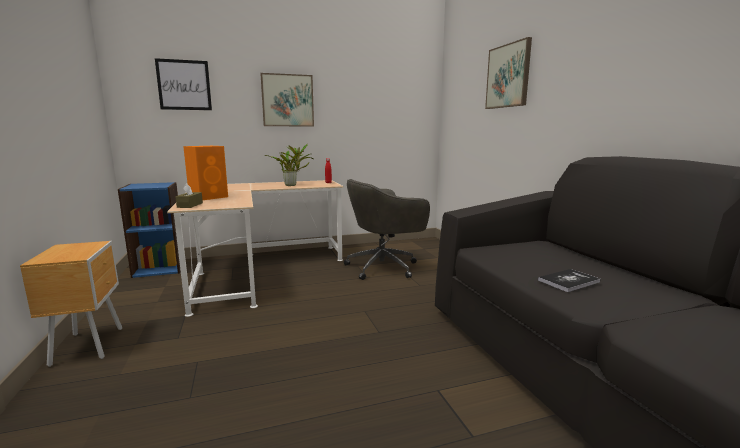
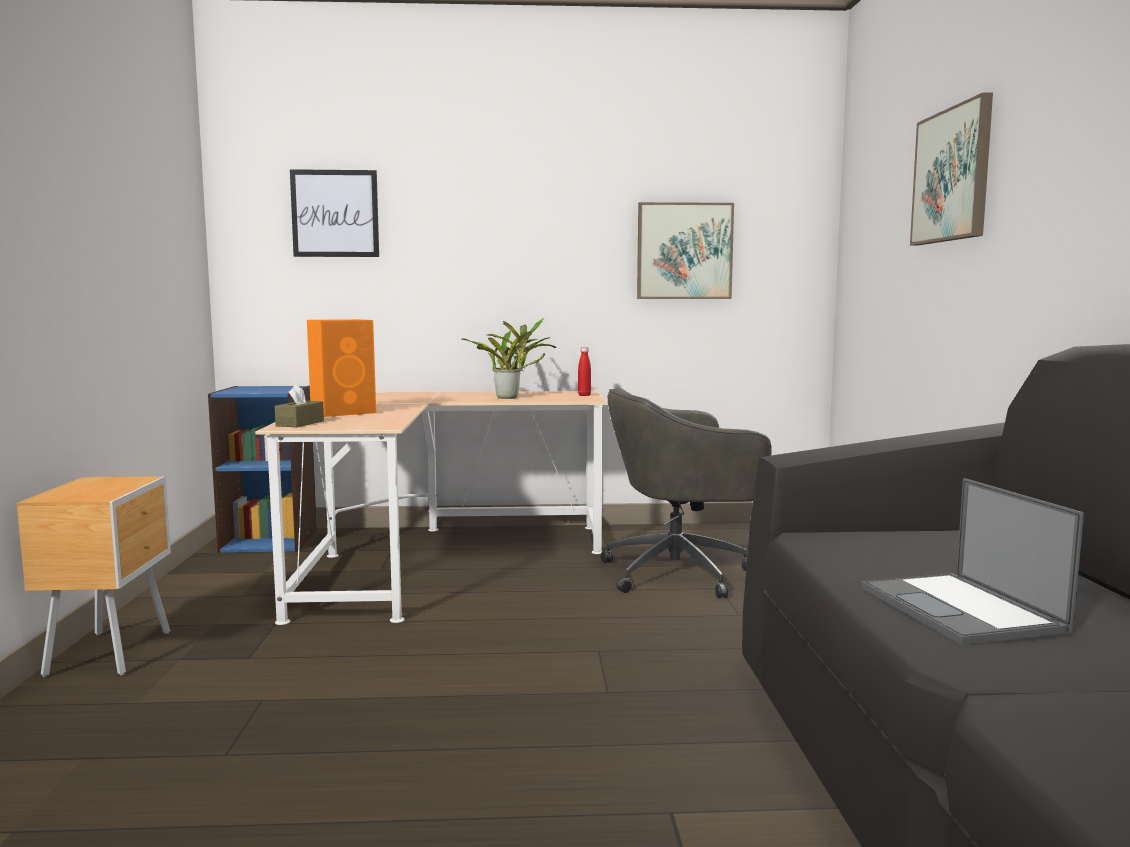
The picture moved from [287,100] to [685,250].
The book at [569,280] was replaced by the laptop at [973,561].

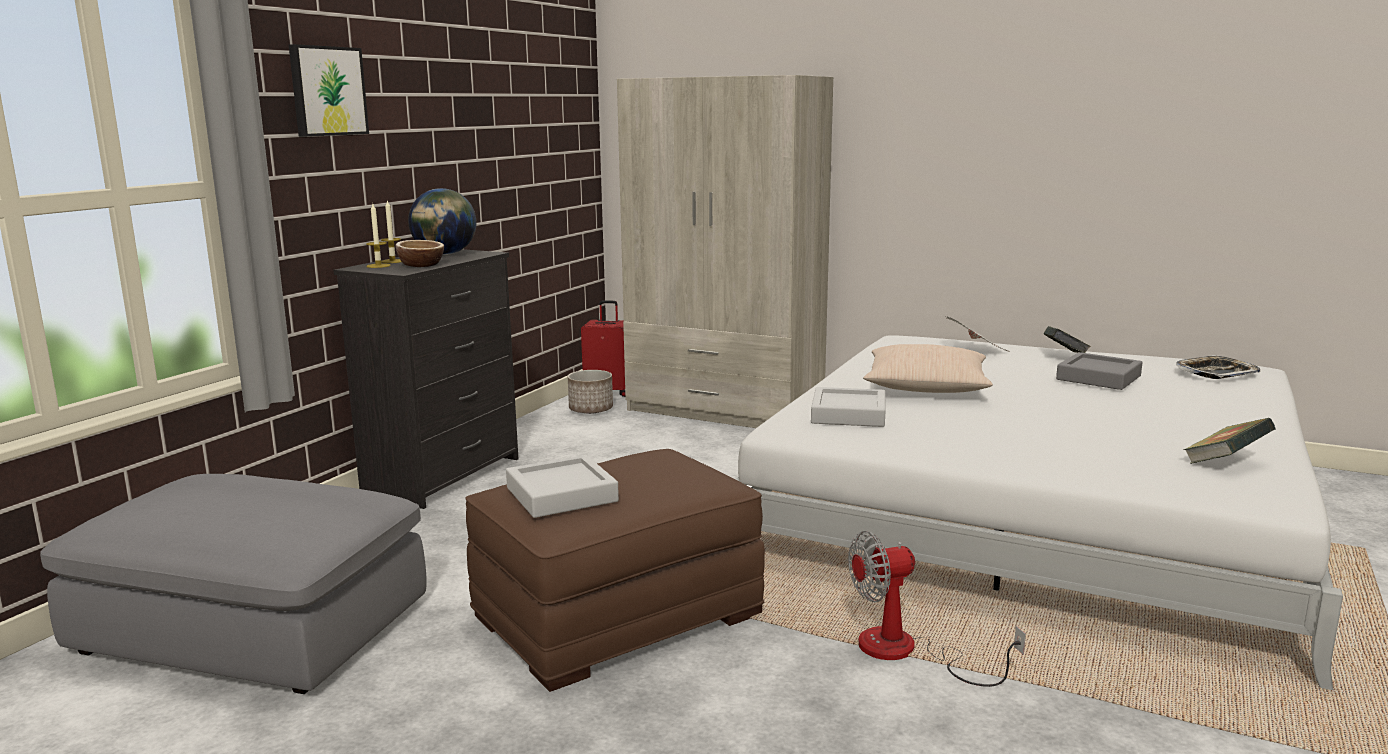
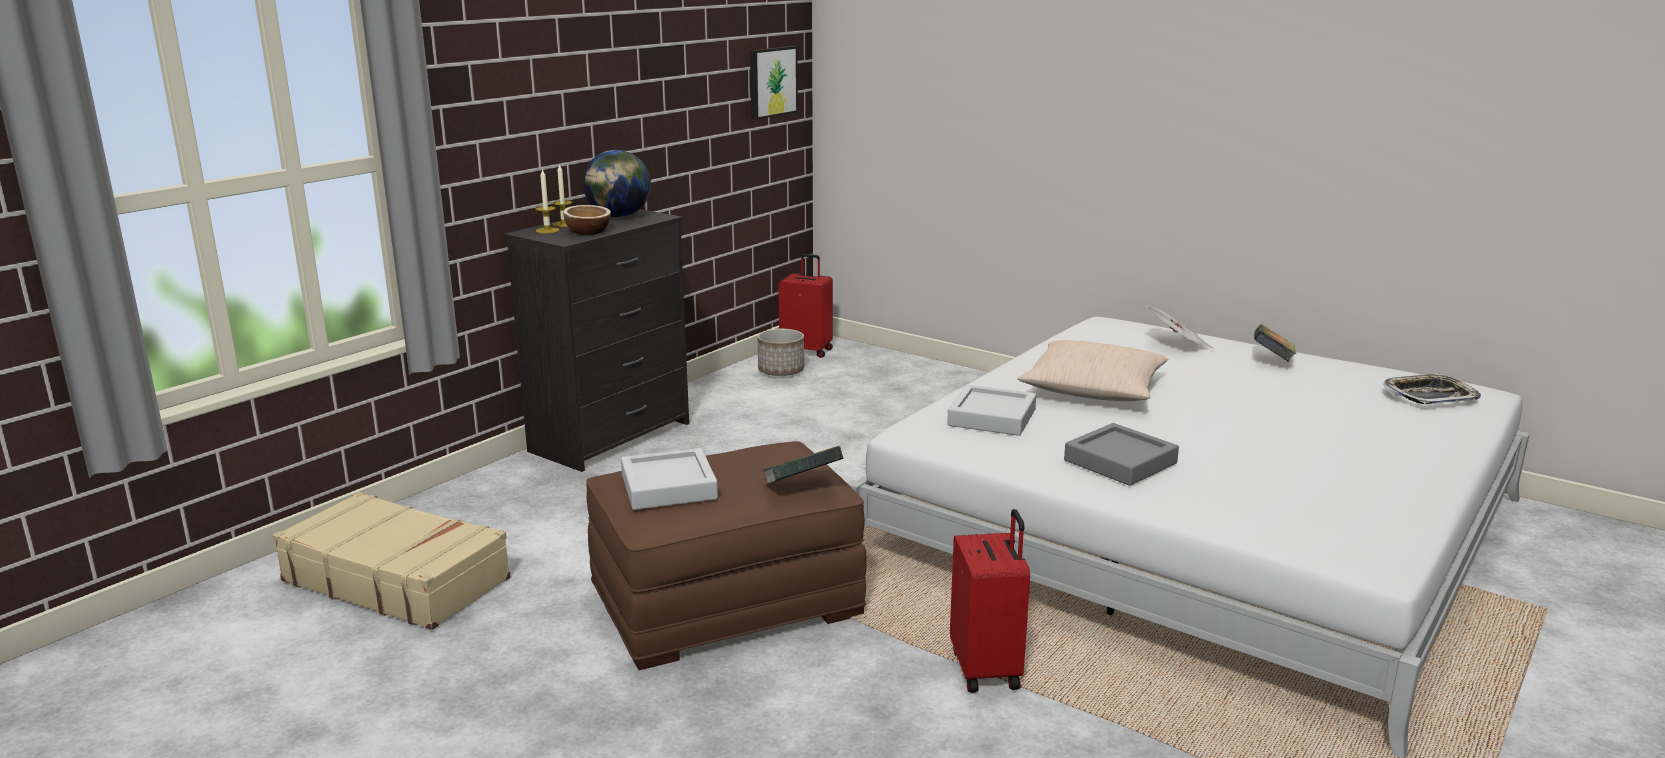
The grey ottoman at [233,584] was replaced by the beige suitcase at [391,561].
The picture moved from [329,90] to [774,82].
The book moved from [1229,441] to [802,465].
The fan at [937,609] was replaced by the red suitcase at [990,601].
The grey tray moved from [1099,371] to [1121,454].
The beige wardrobe at [725,251] disappeared.

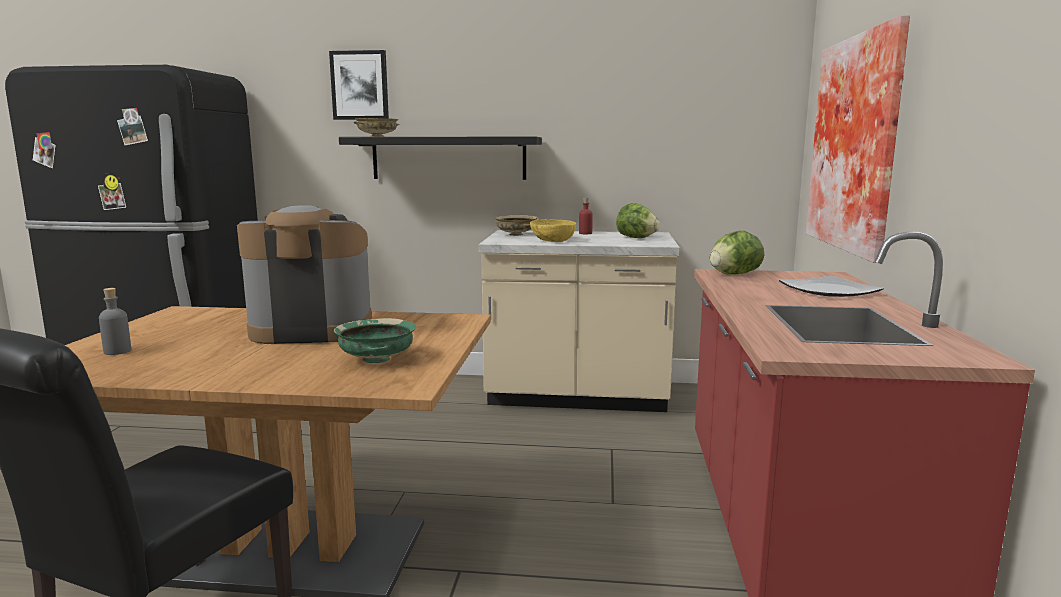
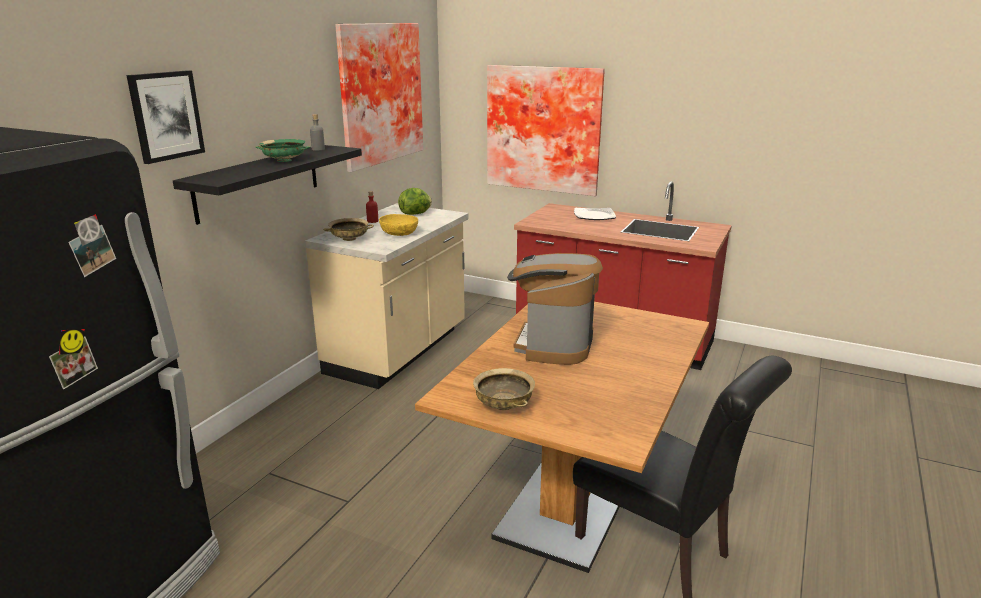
The green bowl moved from [375,340] to [283,150].
The grey bottle moved from [115,321] to [317,132].
The picture at [379,97] appeared.
The beige bowl moved from [377,127] to [504,389].
The lettuce at [737,252] disappeared.

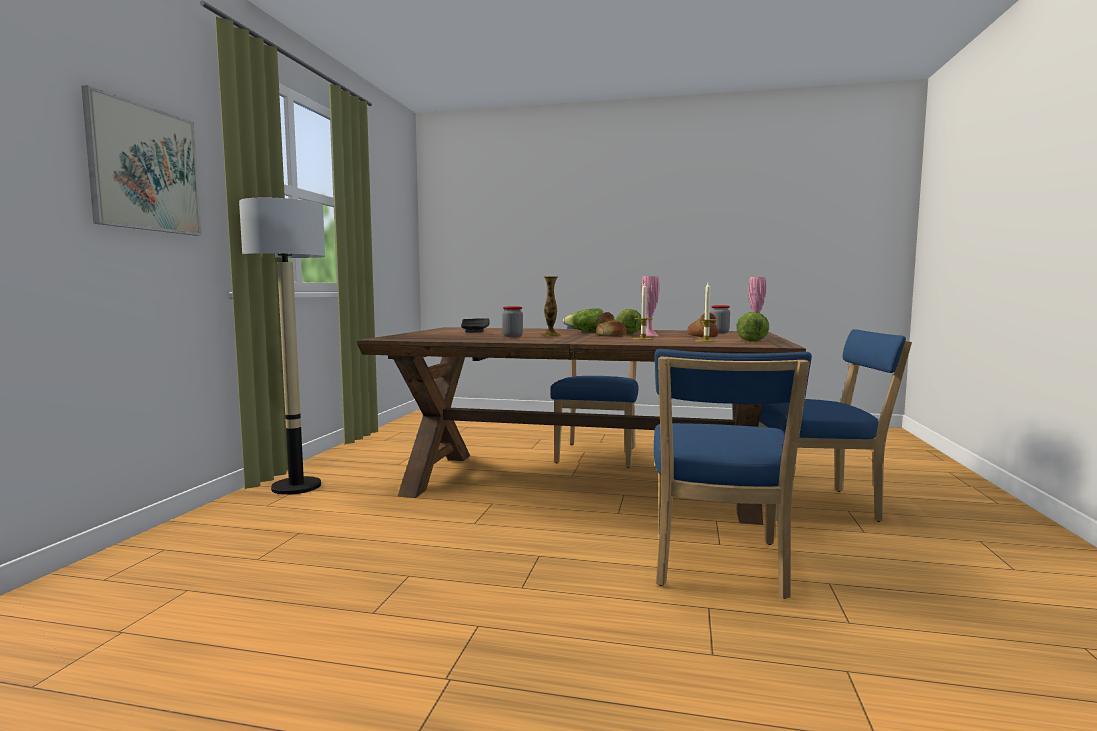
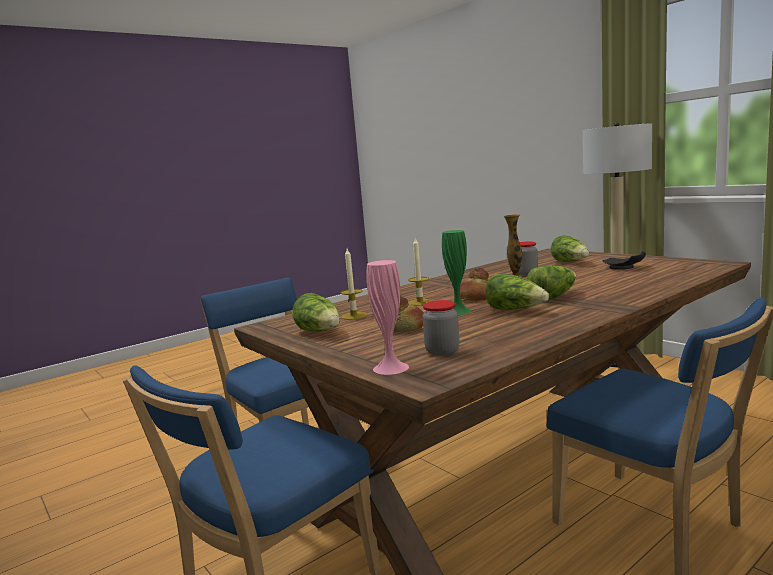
The pink vase at [649,306] became the green vase at [457,272].
The lettuce at [570,248] appeared.
The picture at [141,160] disappeared.

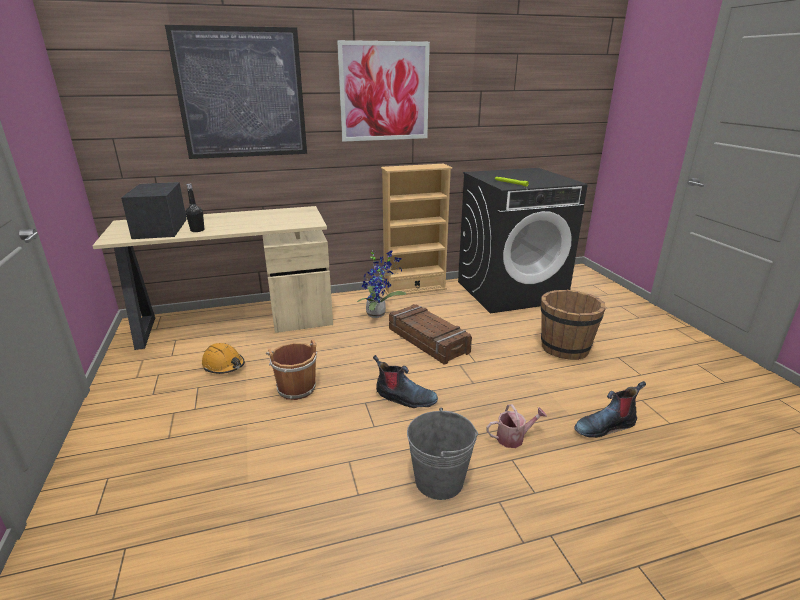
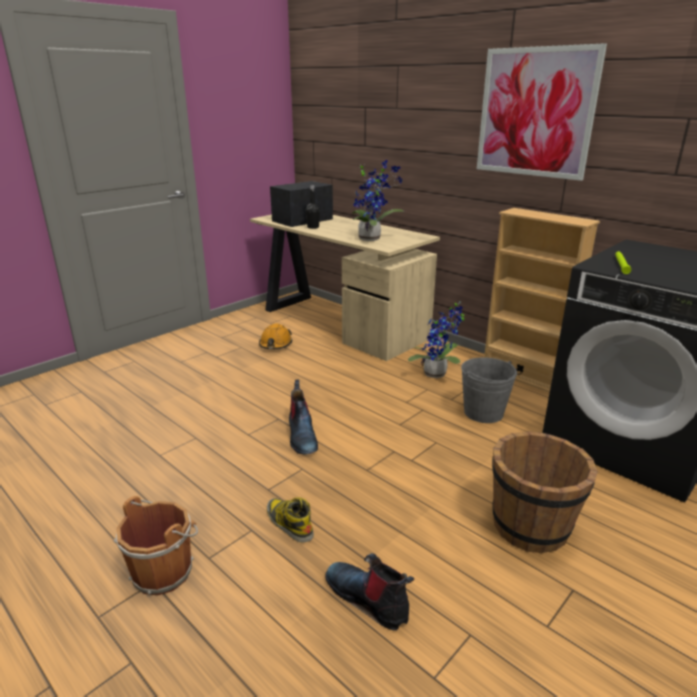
The brown bucket moved from [291,370] to [156,545].
The watering can at [516,426] was replaced by the boot at [290,520].
The potted plant at [378,200] appeared.
The grey bucket moved from [442,454] to [489,390].
The picture at [236,92] disappeared.
The crate at [430,334] disappeared.

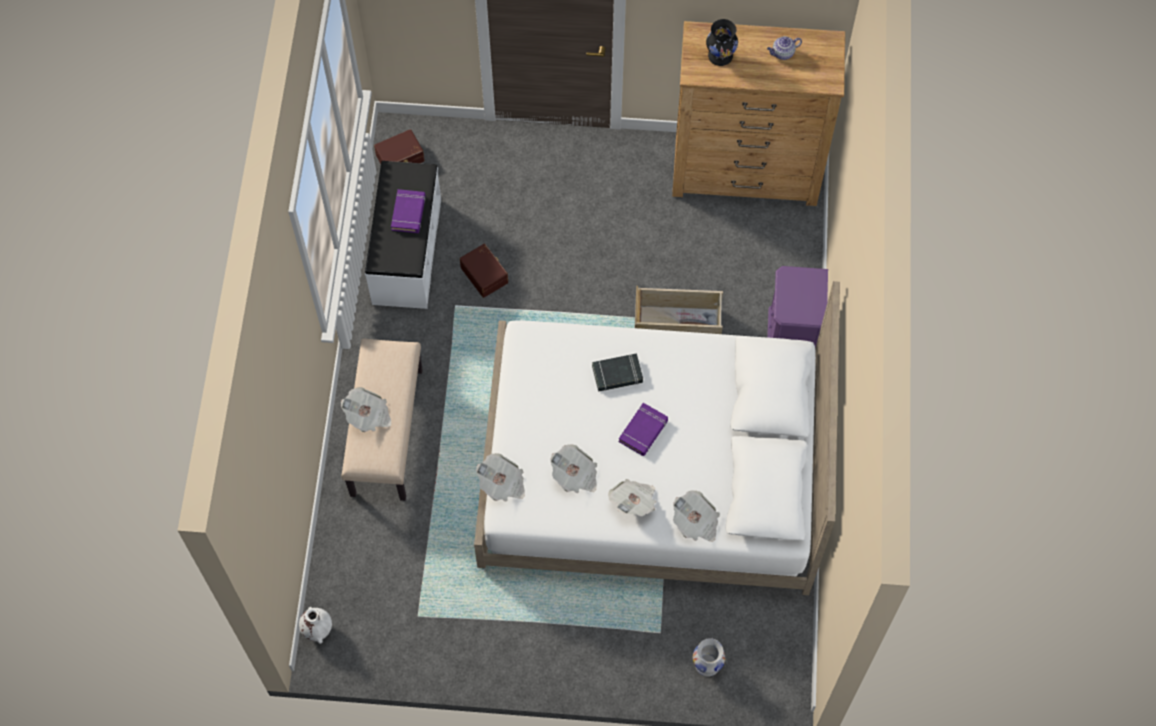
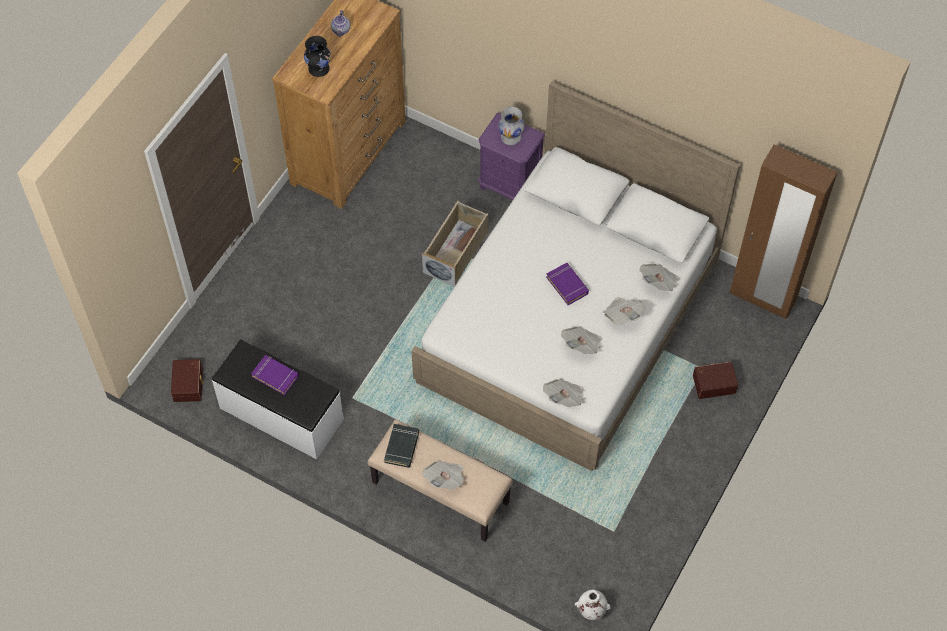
The black book moved from [617,372] to [401,446].
The white vase moved from [709,657] to [511,126].
The brown storage box moved from [484,271] to [715,380].
The brown wardrobe at [783,232] appeared.

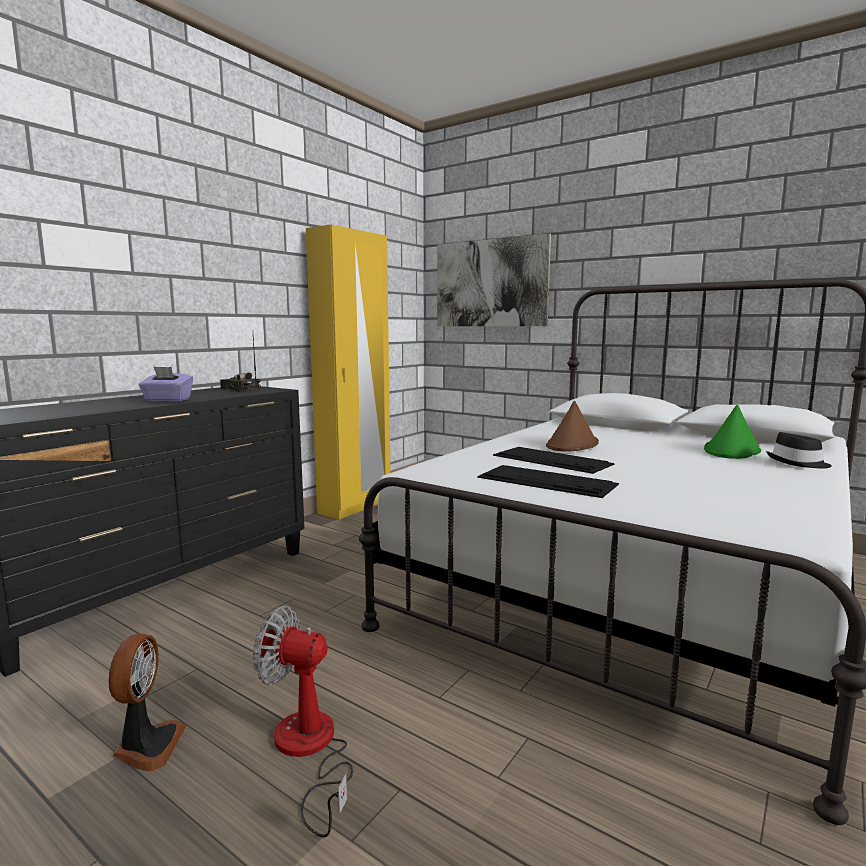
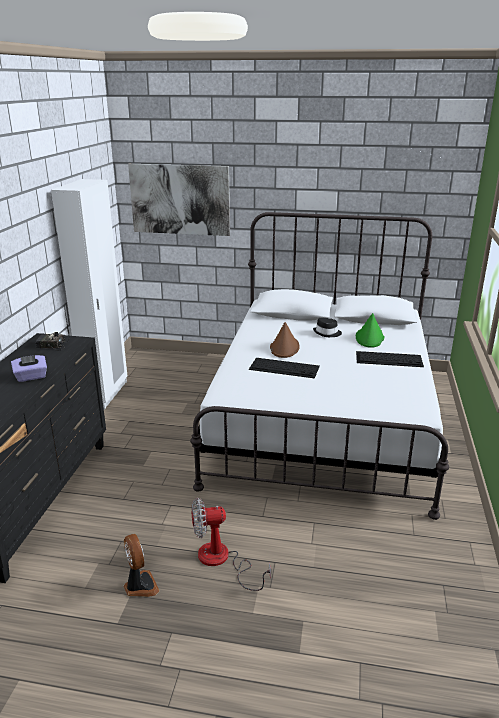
The yellow wardrobe at [348,372] became the white wardrobe at [89,294].
The black hat moved from [799,450] to [327,327].
The keyboard moved from [548,481] to [390,359].

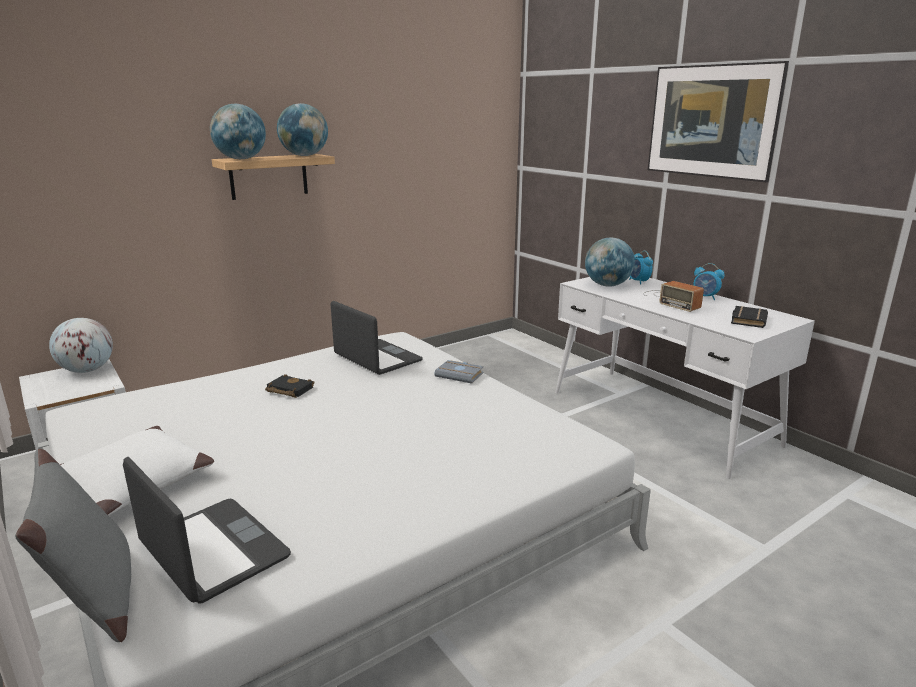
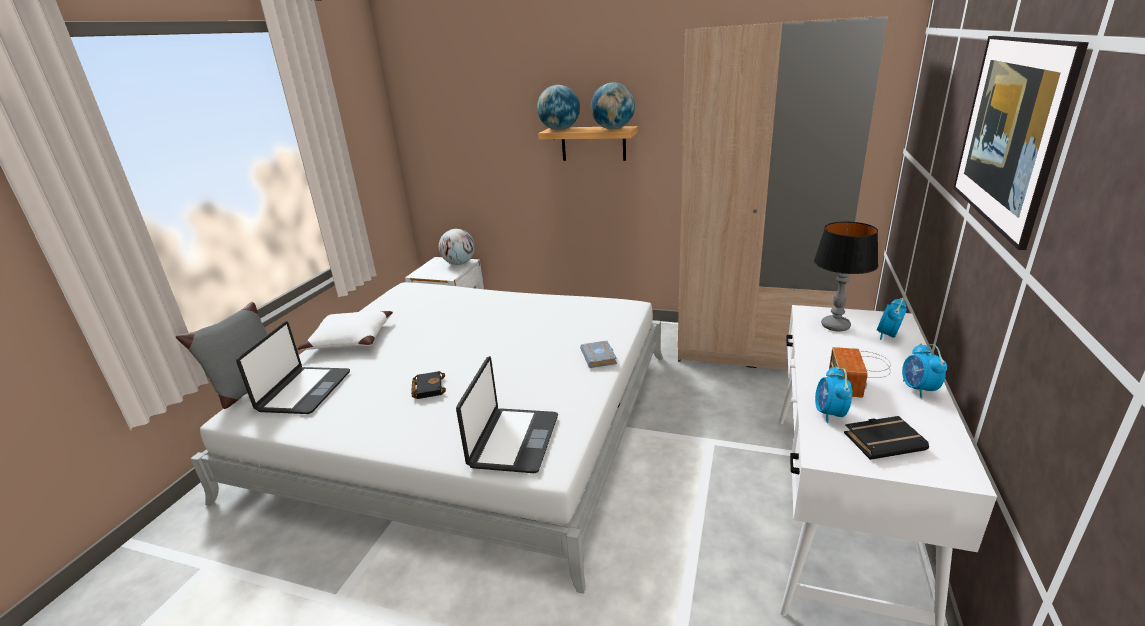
The black book moved from [289,386] to [428,385].
The laptop moved from [377,338] to [507,414].
The beige wardrobe at [783,193] appeared.
The globe at [610,262] was replaced by the table lamp at [846,277].
The alarm clock at [834,394] appeared.

